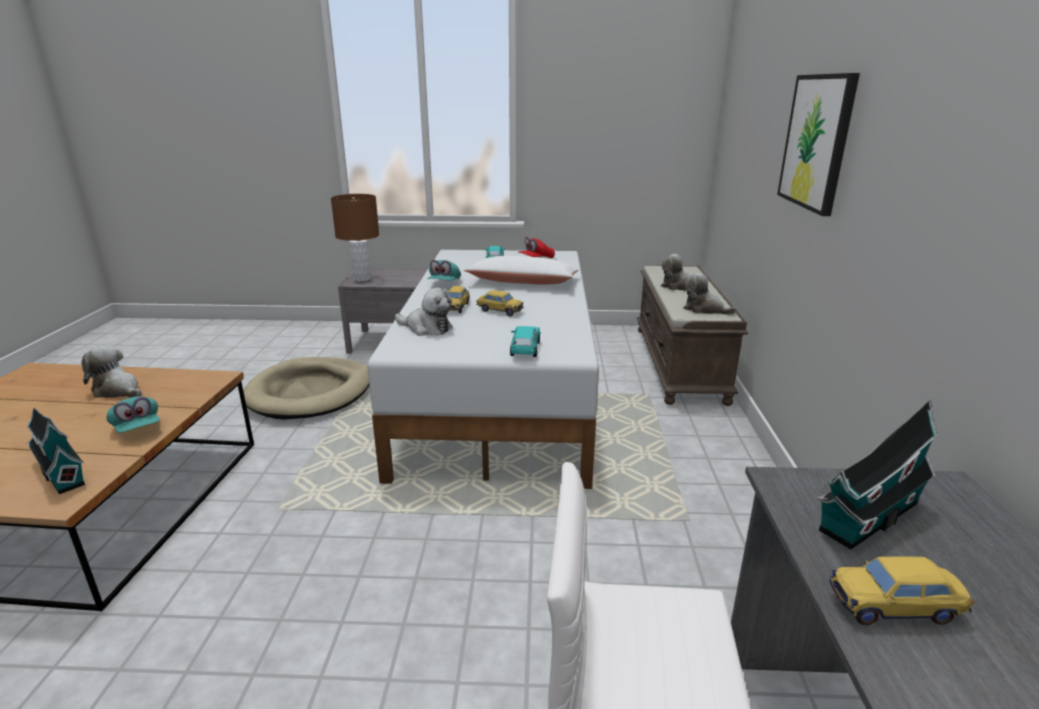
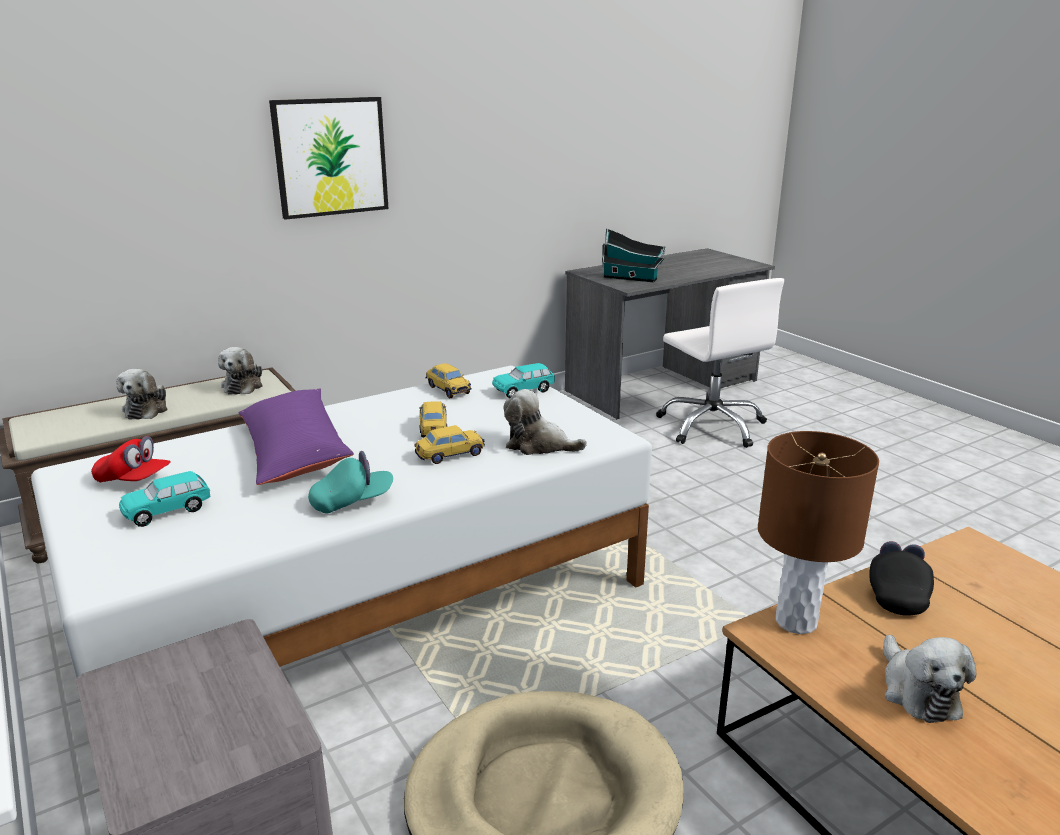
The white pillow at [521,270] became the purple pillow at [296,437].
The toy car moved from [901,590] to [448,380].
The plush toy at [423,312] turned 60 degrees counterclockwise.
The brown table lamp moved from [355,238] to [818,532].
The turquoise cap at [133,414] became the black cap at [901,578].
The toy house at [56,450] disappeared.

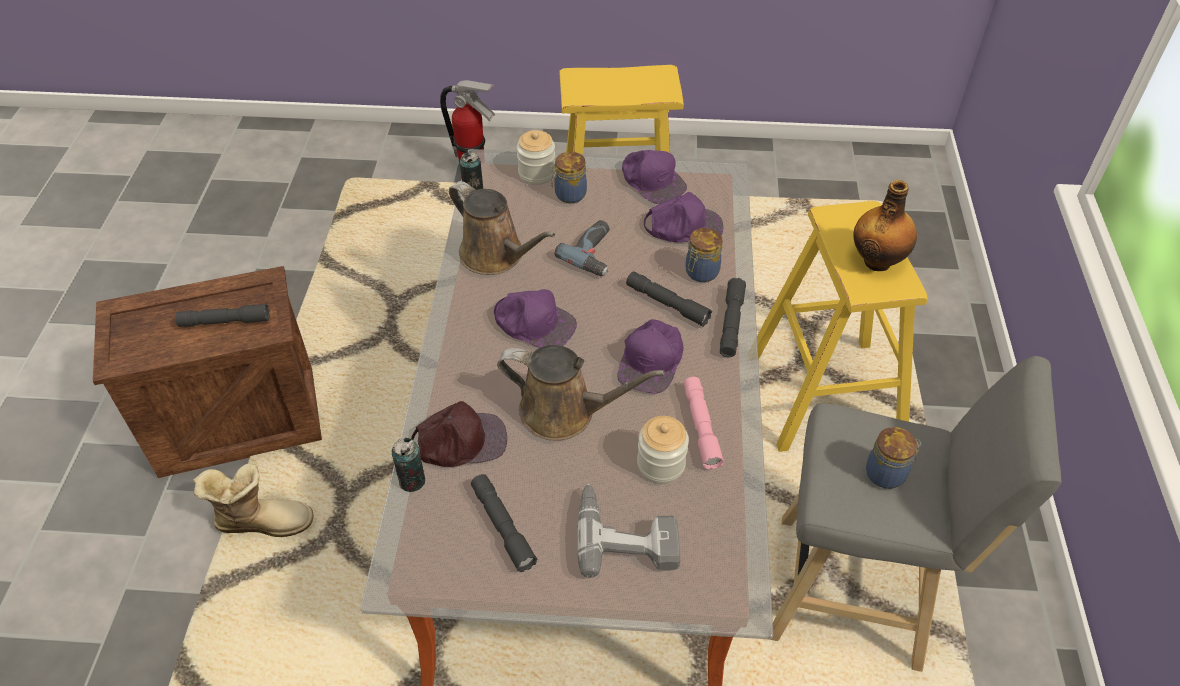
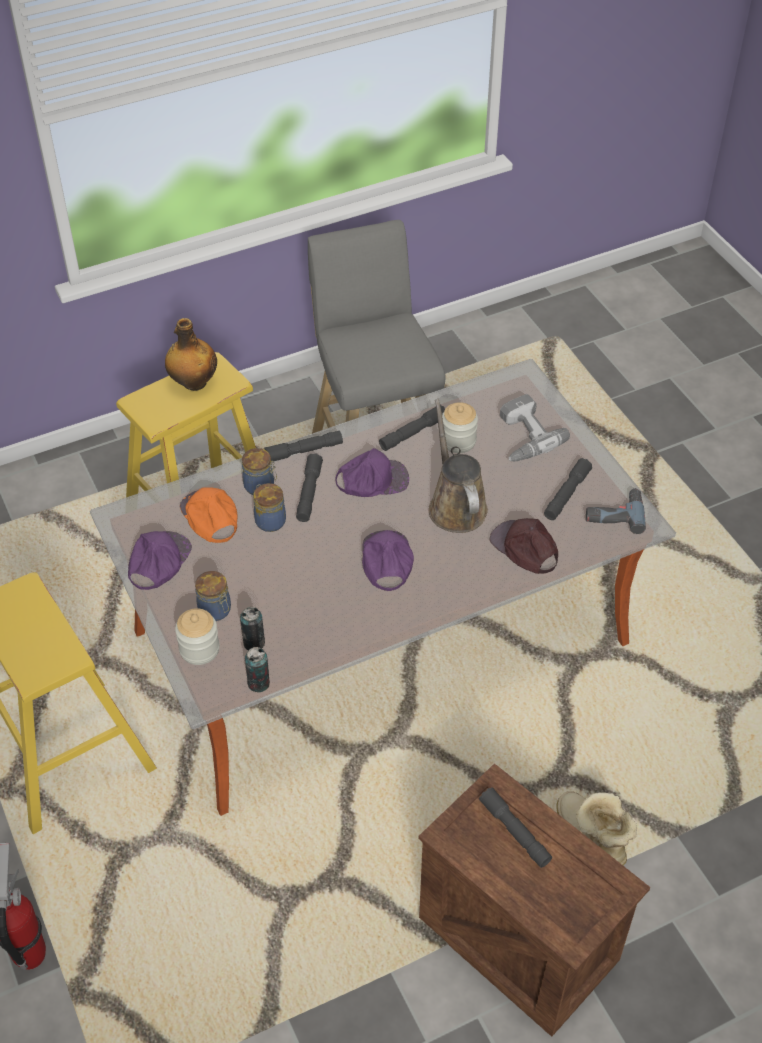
The purple cap at [683,217] became the orange cap at [209,515].
The can moved from [408,465] to [252,629].
The jar moved from [894,458] to [269,507].
The pink flashlight at [704,423] became the grey flashlight at [412,427].
The power drill moved from [581,248] to [616,511].
The brown watering can at [502,228] disappeared.

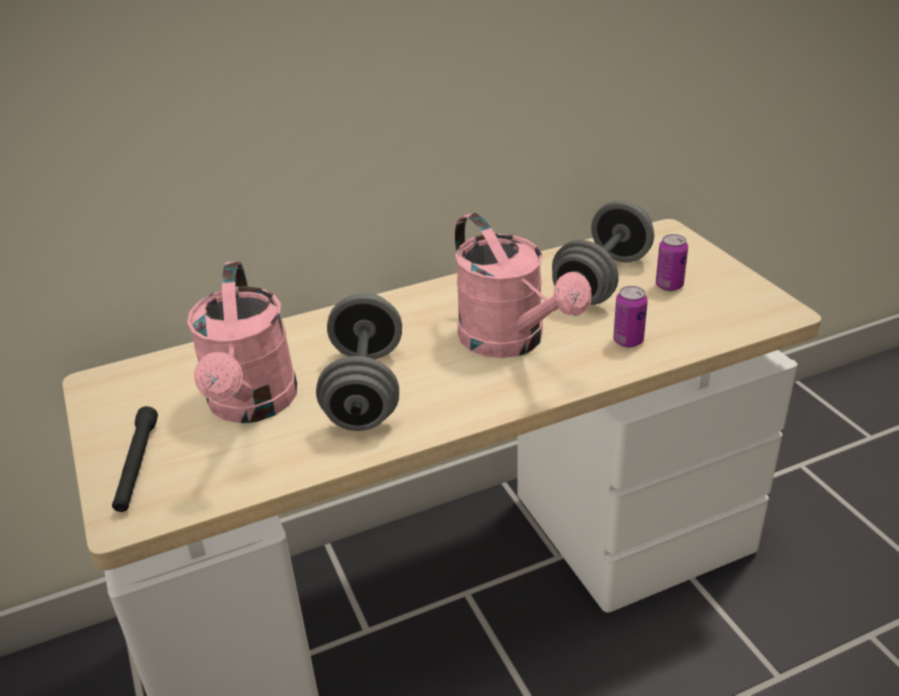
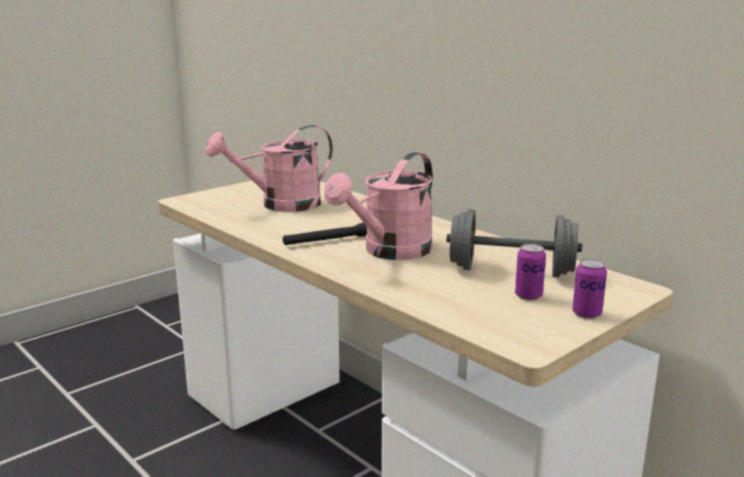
The black flashlight moved from [135,459] to [325,234].
The can moved from [630,317] to [589,289].
The grey dumbbell at [359,362] disappeared.

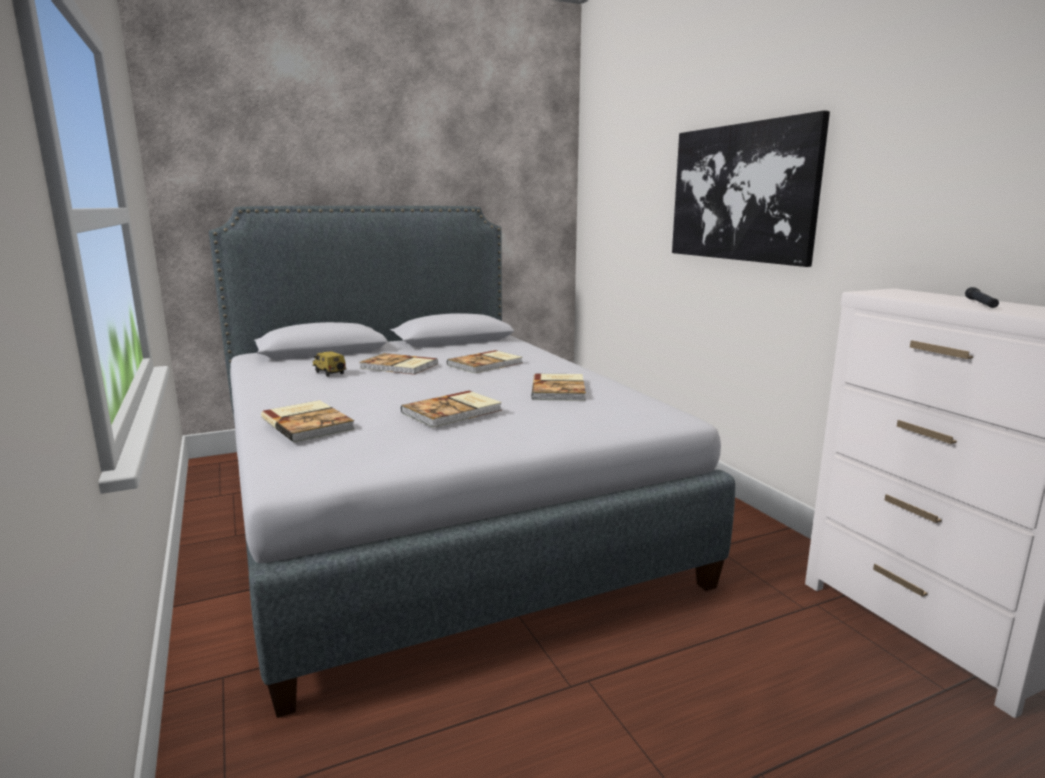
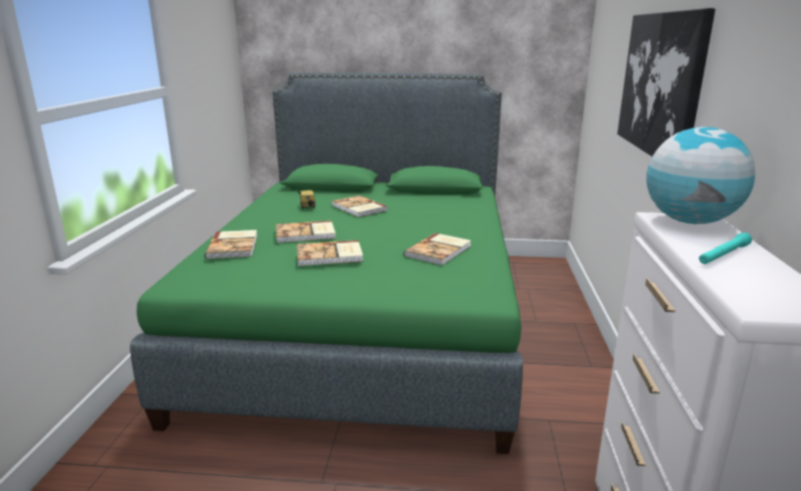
The grey bed at [472,462] became the green bed at [326,263].
The book moved from [484,361] to [306,232].
The globe at [700,175] appeared.
The black flashlight at [982,297] became the turquoise flashlight at [725,248].

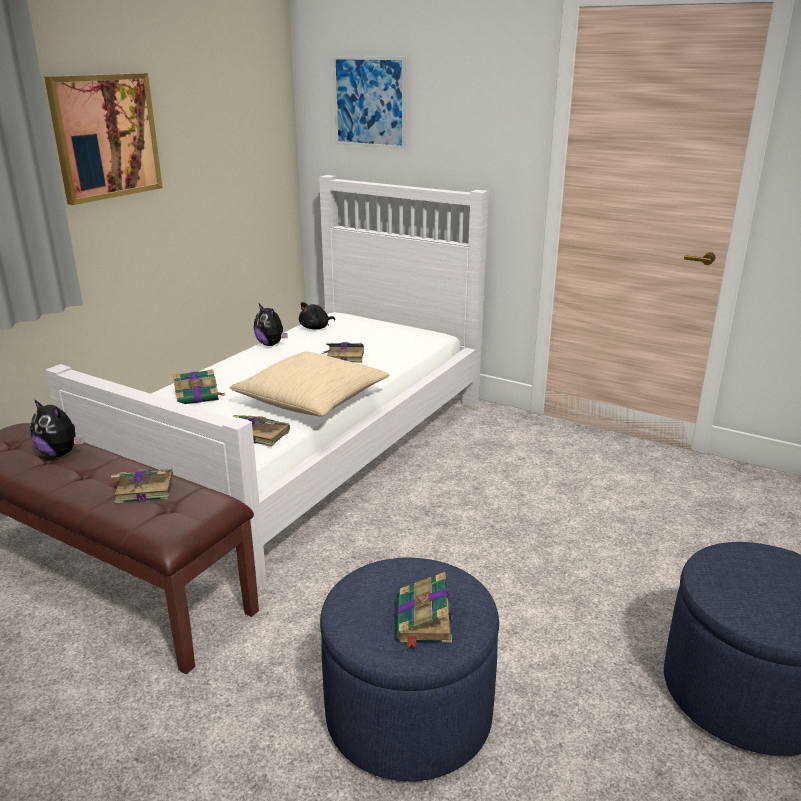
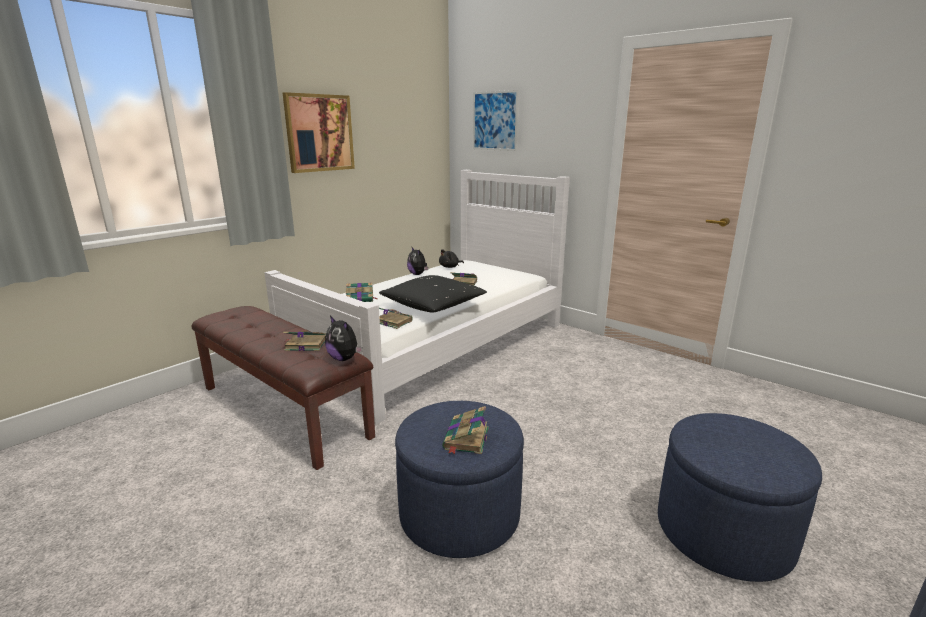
The plush toy moved from [57,428] to [344,338].
The beige pillow at [309,383] became the black pillow at [433,293].

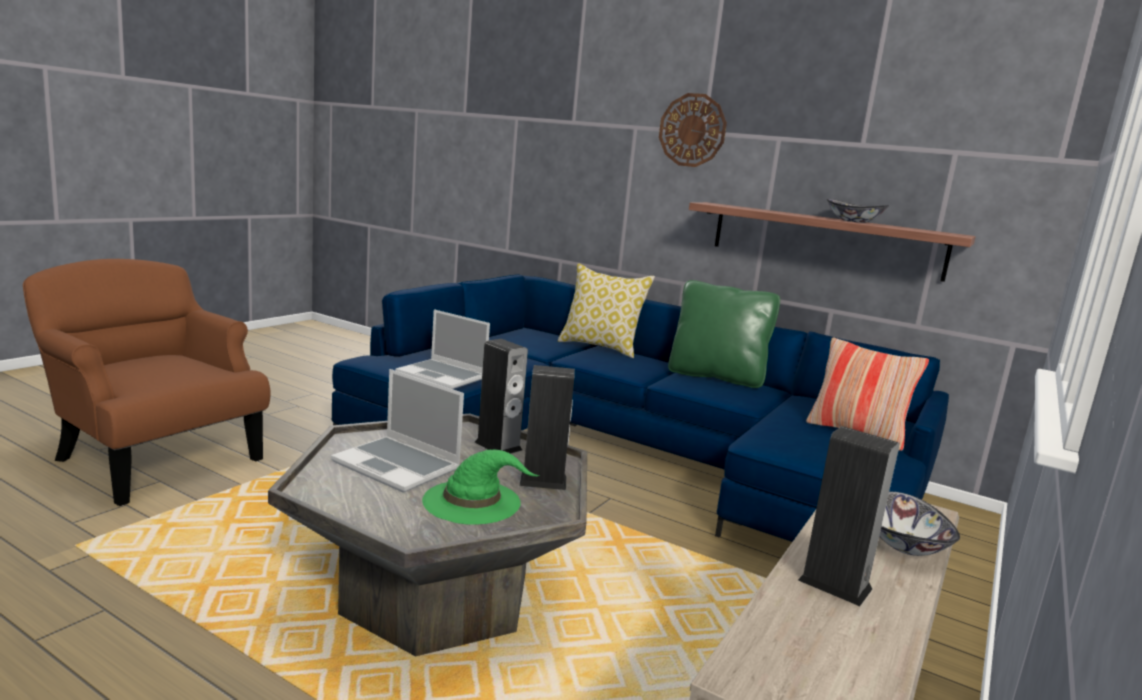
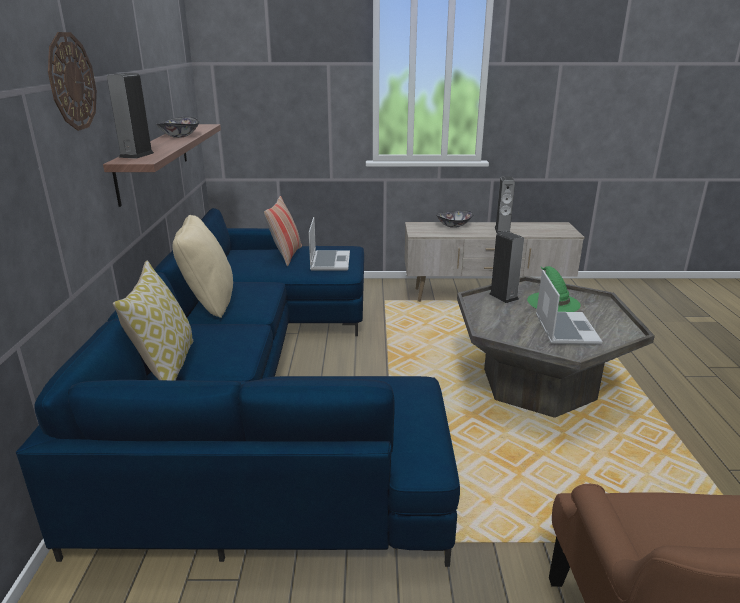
The speaker moved from [501,396] to [130,116].
The green pillow at [724,334] became the beige pillow at [203,266].
The laptop moved from [442,349] to [329,243].

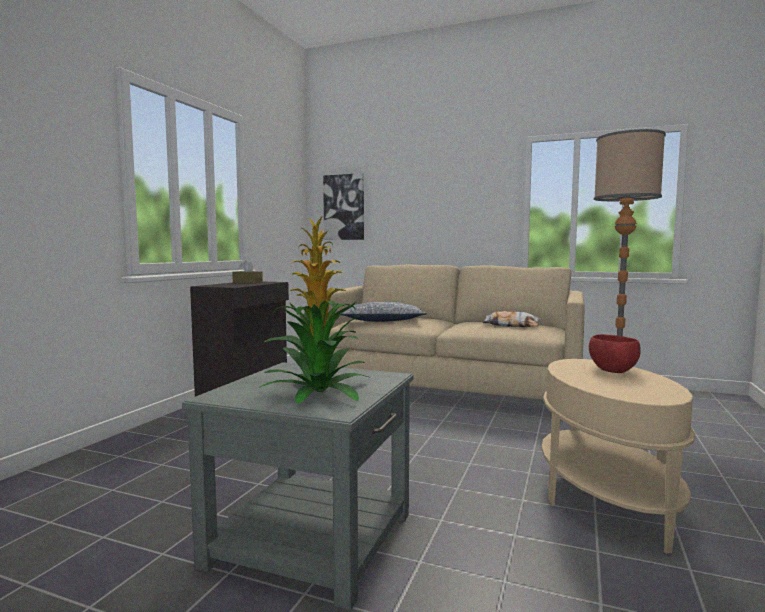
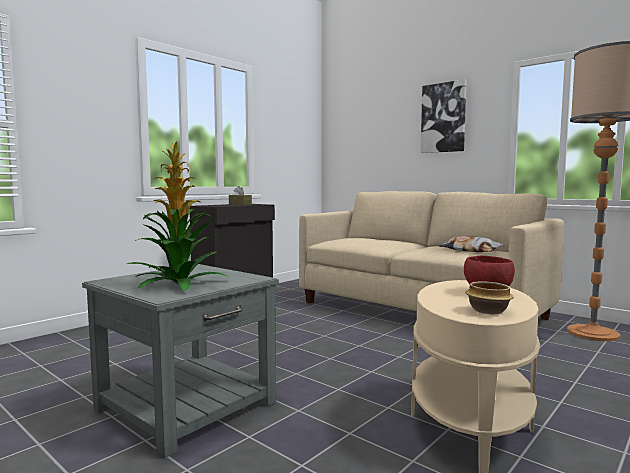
The picture moved from [343,206] to [444,116].
The bowl at [489,297] appeared.
The pillow at [384,312] disappeared.

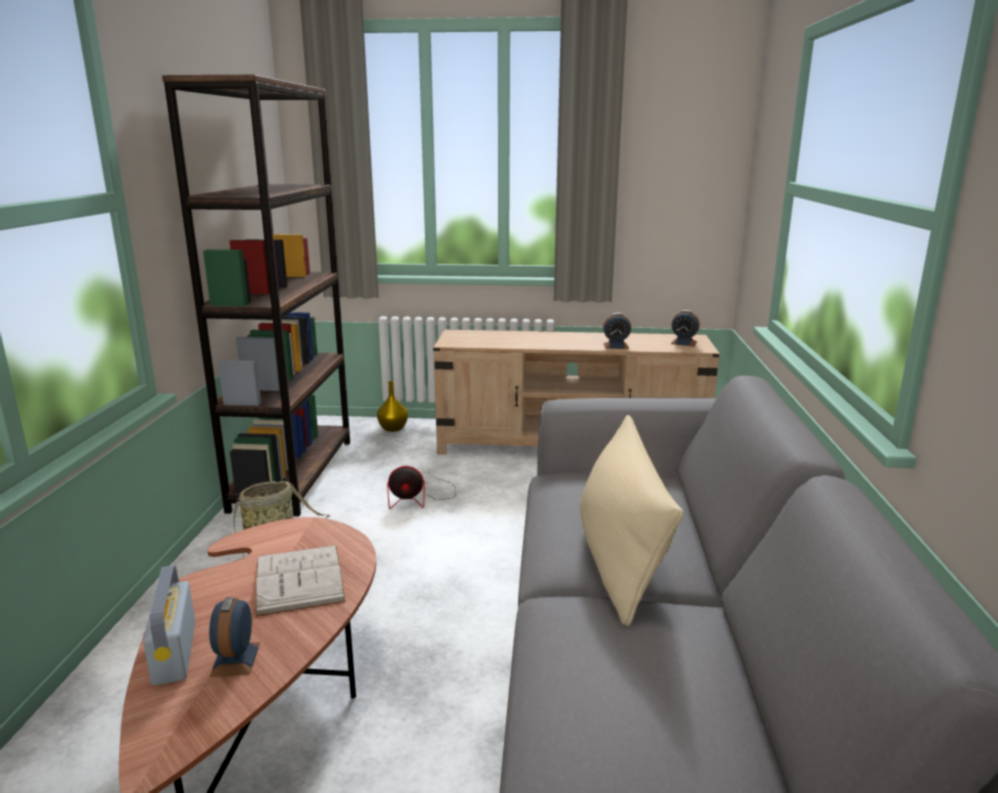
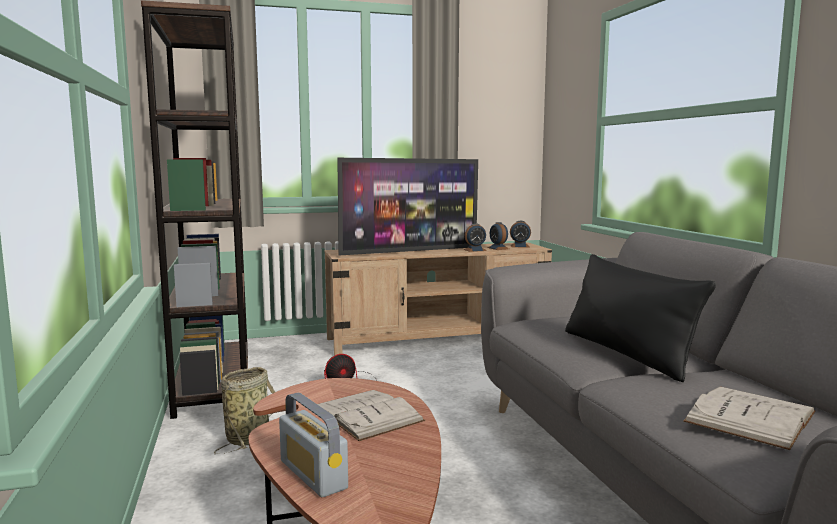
The television at [407,206] appeared.
The alarm clock moved from [234,637] to [498,236].
The beige pillow at [631,520] became the black pillow at [640,318].
The white book at [749,418] appeared.
The yellow vase at [392,406] disappeared.

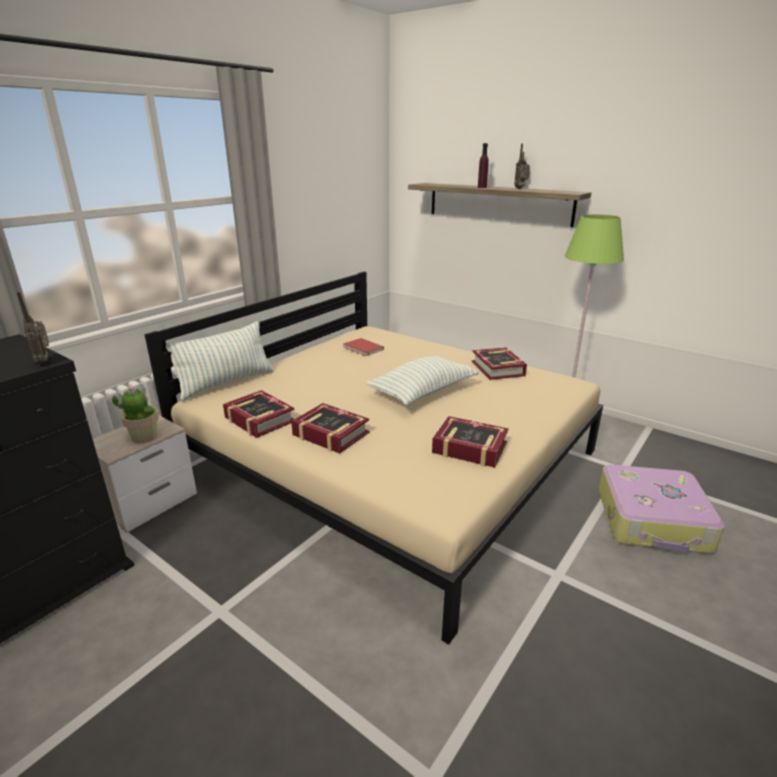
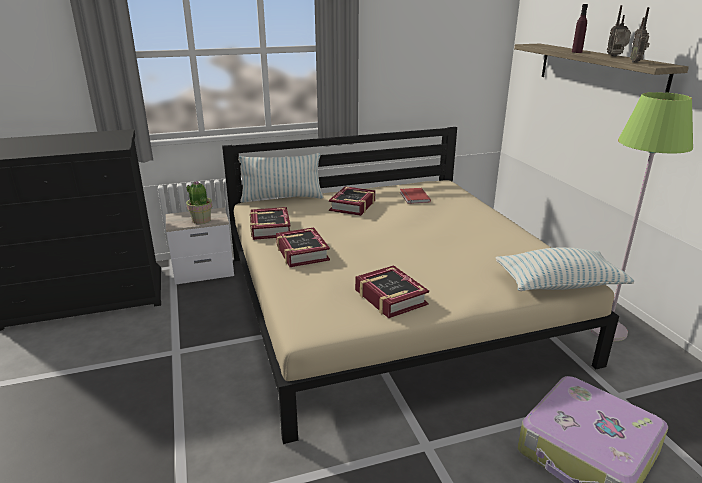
The book moved from [499,363] to [352,201].
The pillow moved from [422,380] to [565,269].
The radio moved from [33,328] to [640,35].

